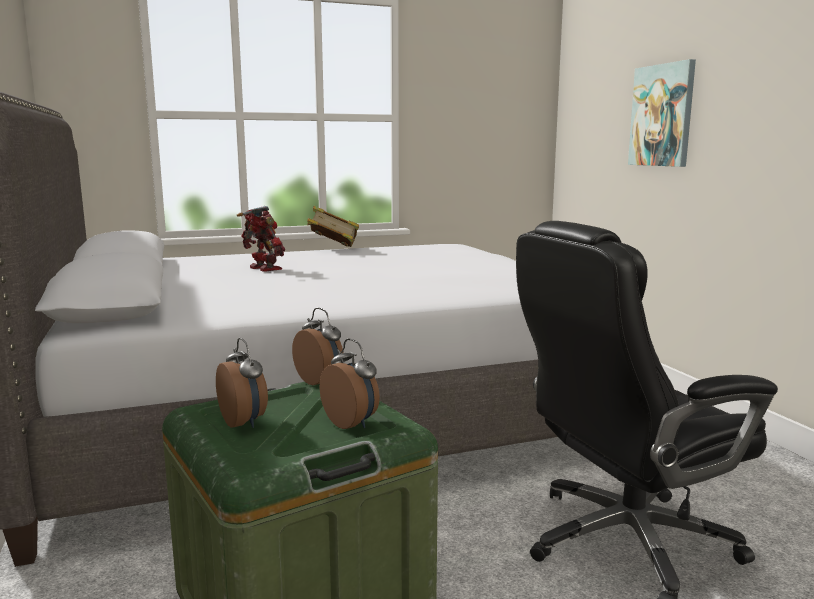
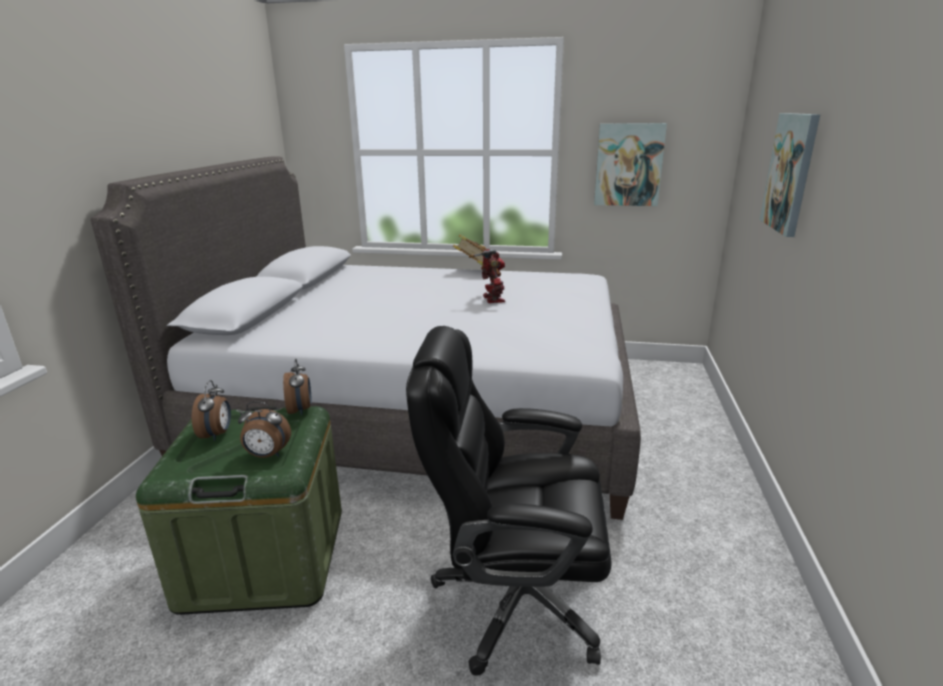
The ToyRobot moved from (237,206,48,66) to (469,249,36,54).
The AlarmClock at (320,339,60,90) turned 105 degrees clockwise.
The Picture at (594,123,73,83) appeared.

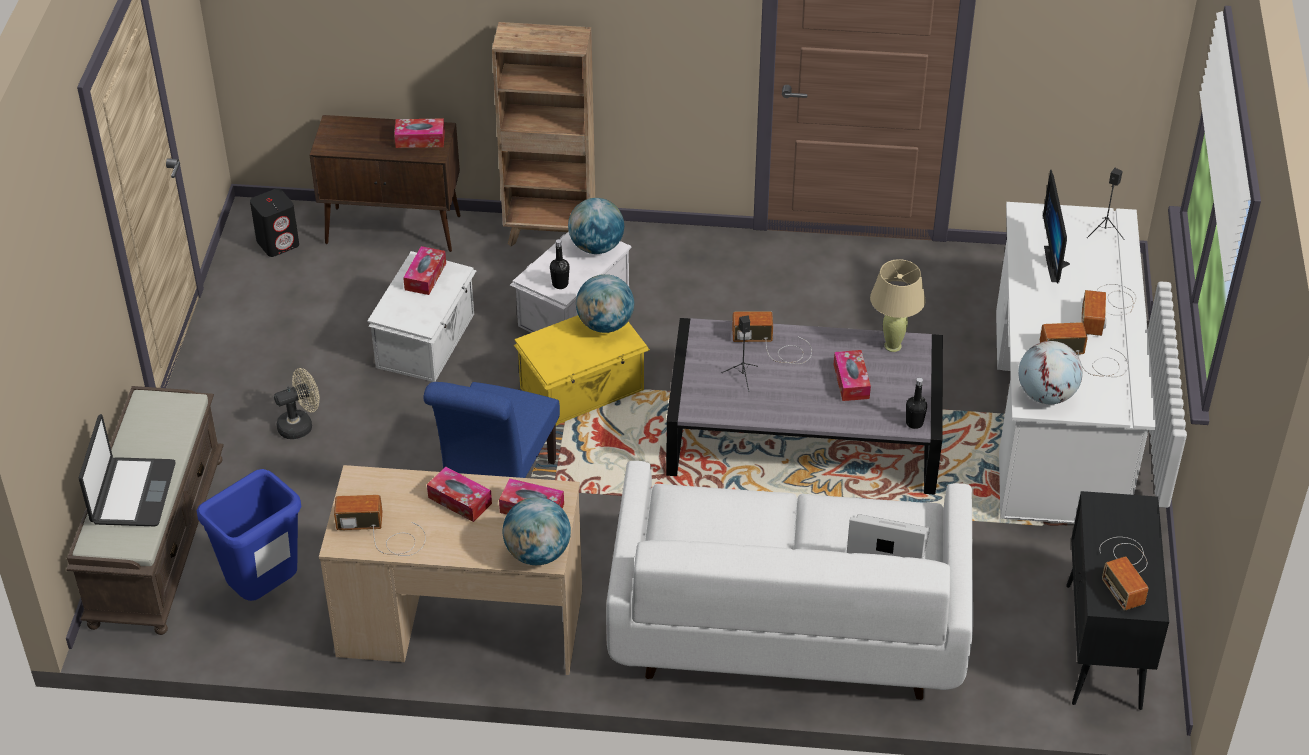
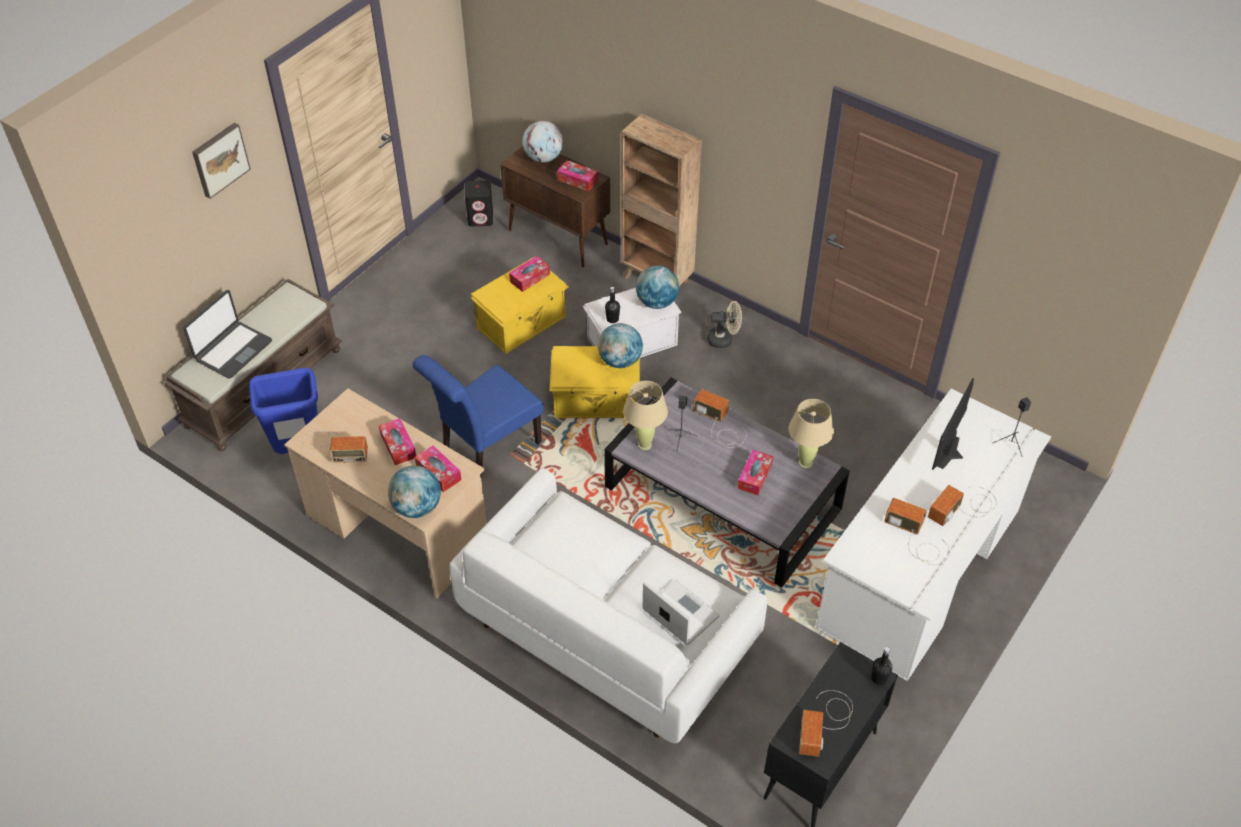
The BeigeFan moved from (274,368,46,71) to (707,301,35,47).
The Radio at (334,495,92,61) turned 150 degrees clockwise.
The WhiteStorageBox at (367,251,110,131) became the YellowStorageBox at (471,257,98,97).
The BlackBottle moved from (906,377,21,52) to (871,647,21,38).
The Globe moved from (1018,341,65,63) to (523,121,40,41).
The Picture at (192,123,59,76) appeared.
The BeigeTableLamp at (623,381,45,69) appeared.

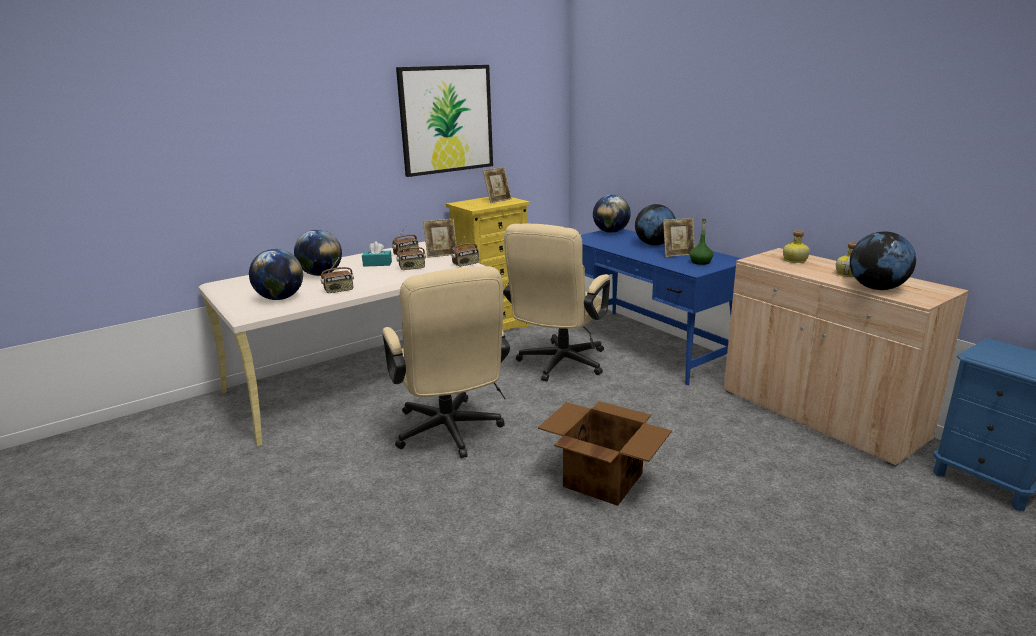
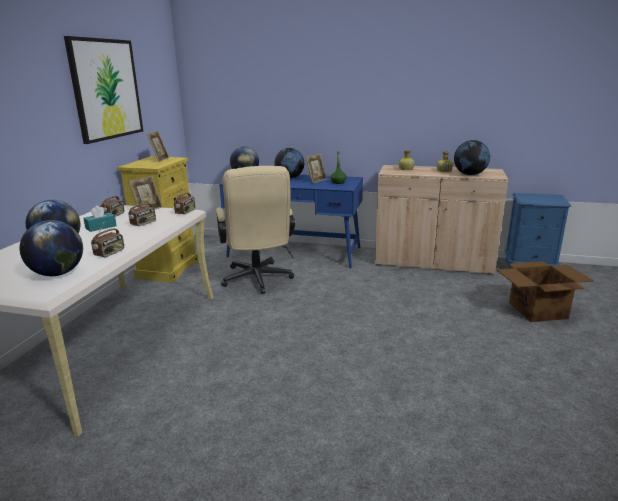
The BeigeOfficeChair at (382,266,128,192) disappeared.
The CardboardBox moved from (538,401,134,105) to (497,261,97,61).

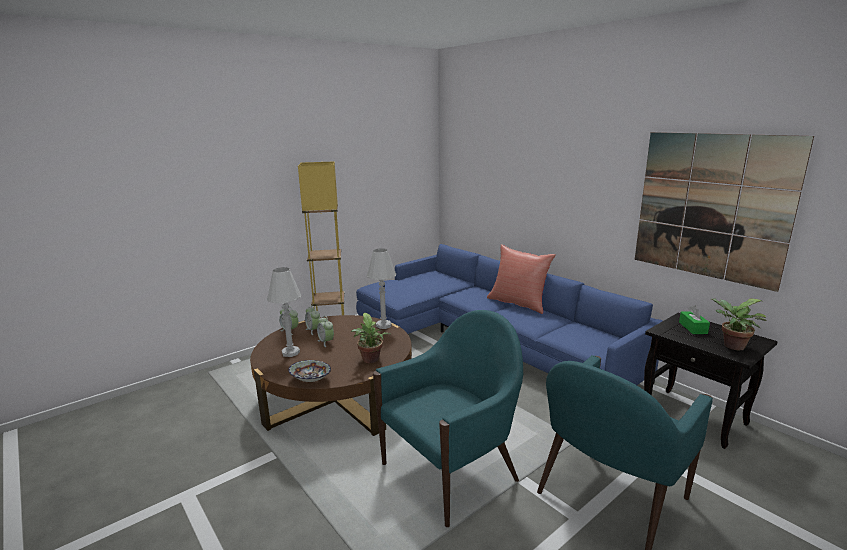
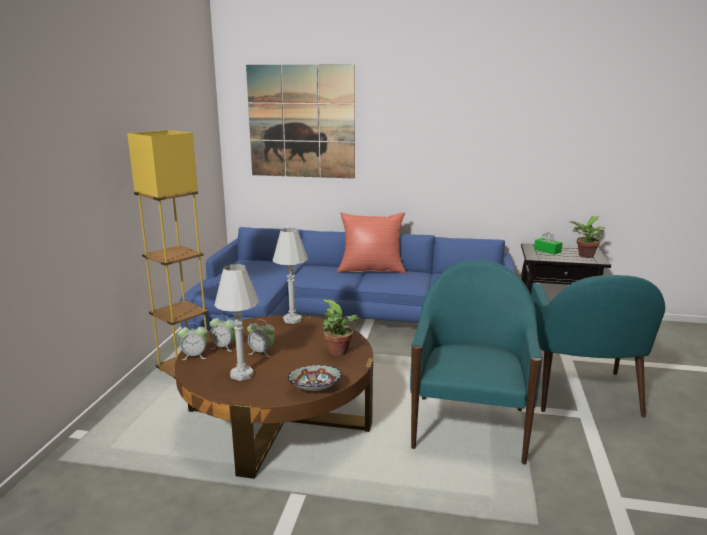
The Picture moved from (635,132,179,160) to (246,65,109,114).

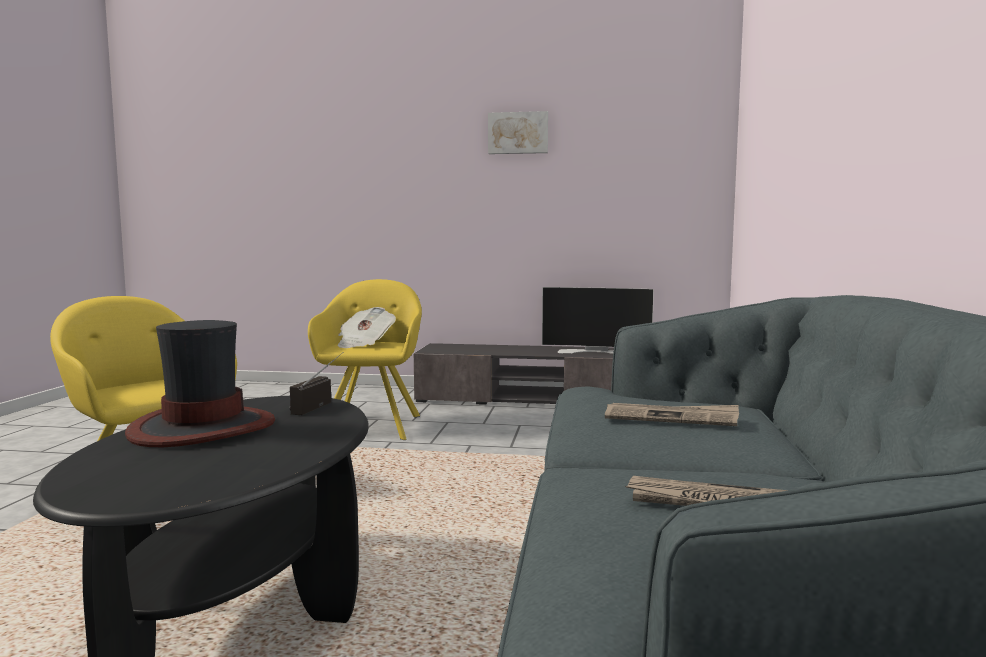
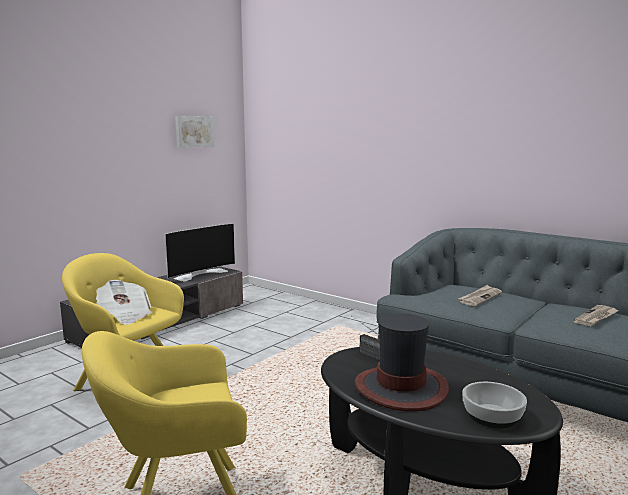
The Picture moved from (488,111,60,43) to (175,116,39,32).
The Bowl at (462,382,65,46) appeared.

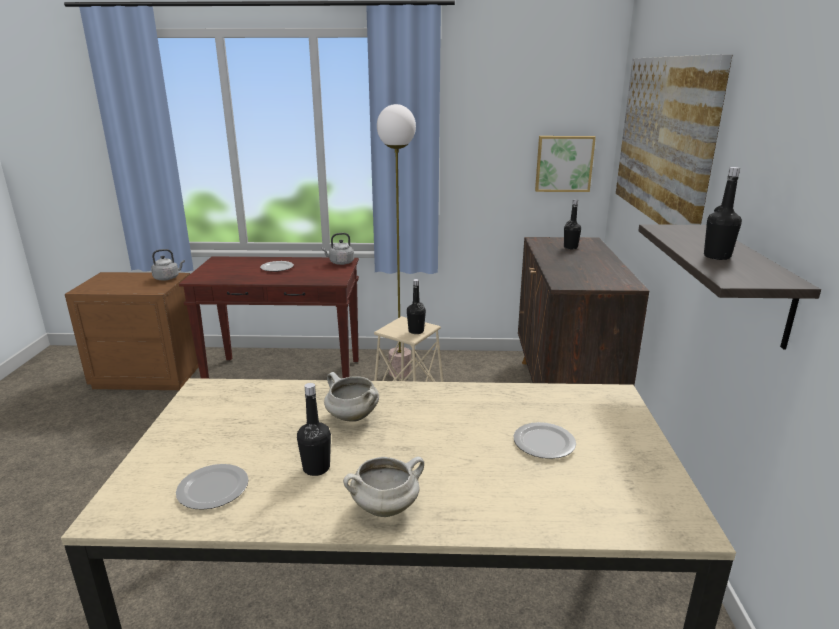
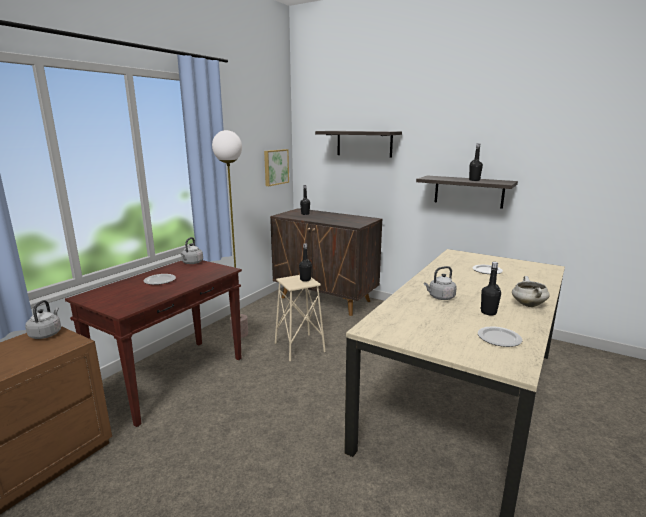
The WhiteCookingPot at (324,372,55,50) was replaced by the GreyKettle at (424,266,33,34).
The Picture at (616,54,117,171) was replaced by the Shelf at (315,131,87,27).

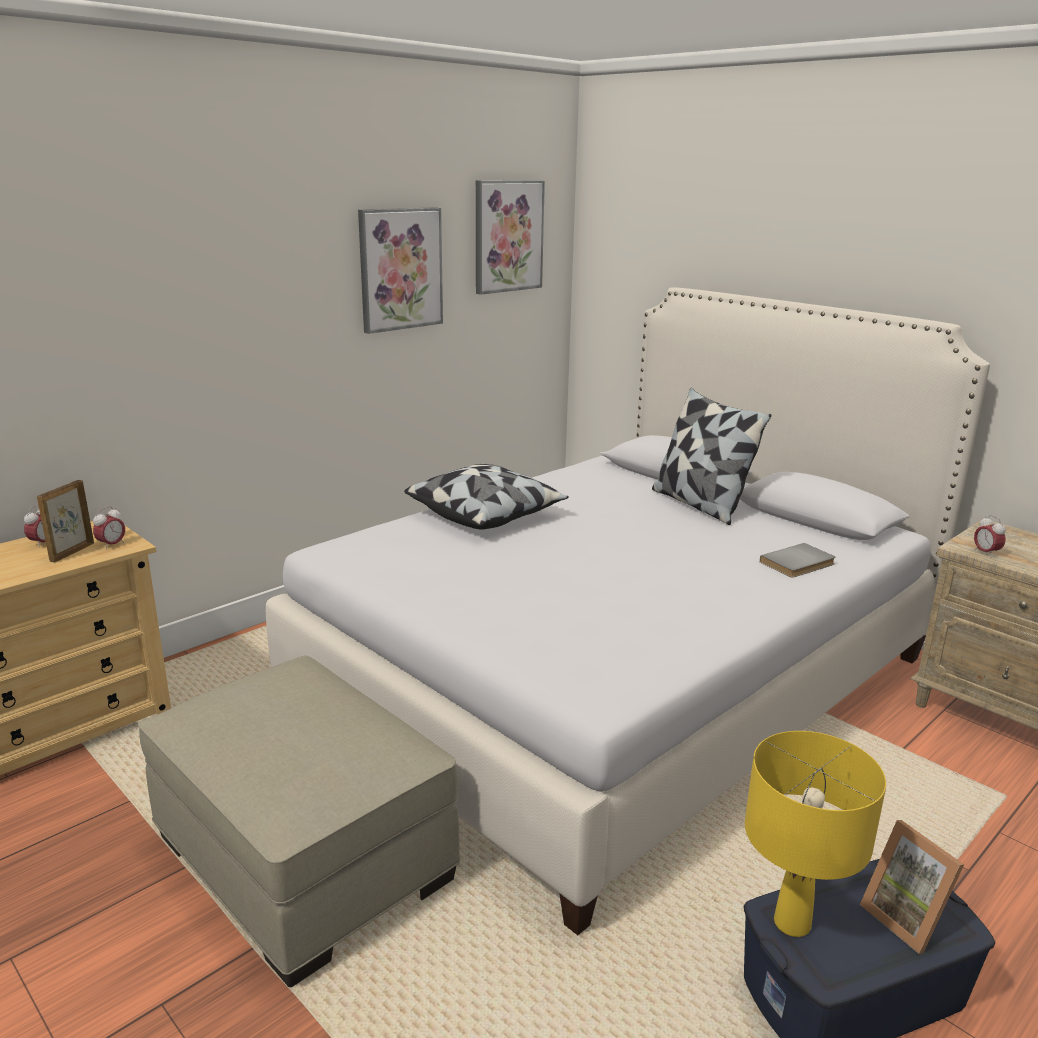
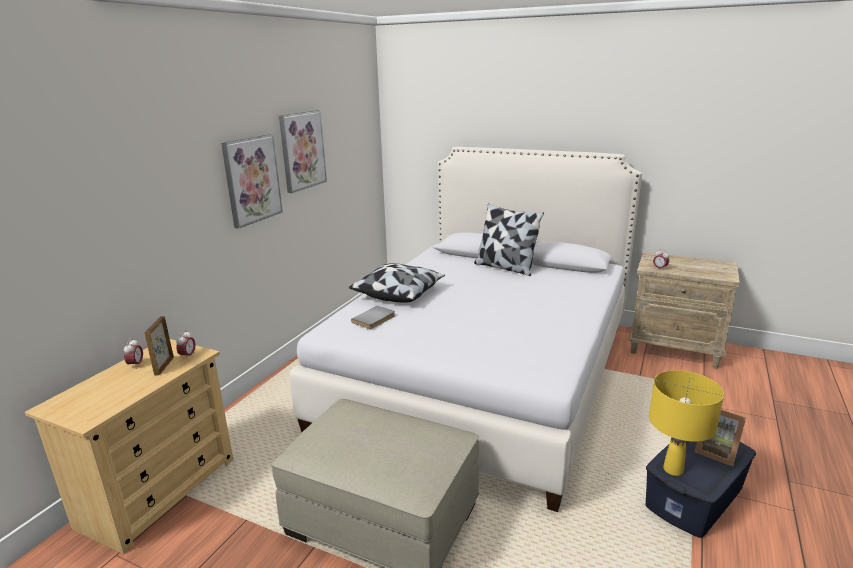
The Picture moved from (476,180,69,115) to (221,134,62,95).
The GreyBook moved from (760,543,75,35) to (351,306,44,23).

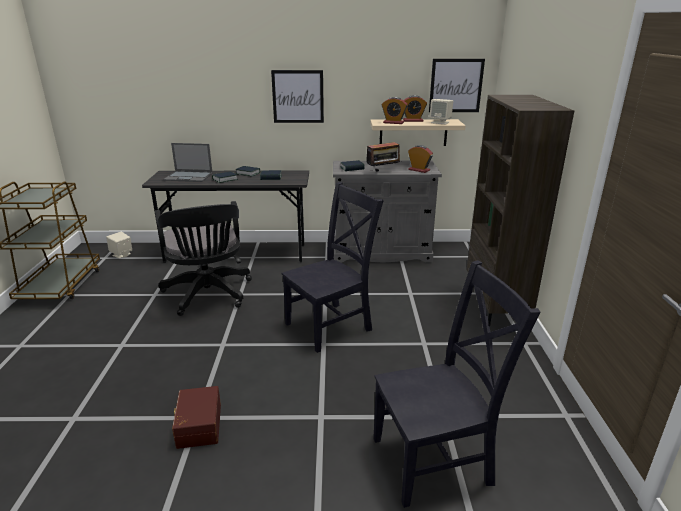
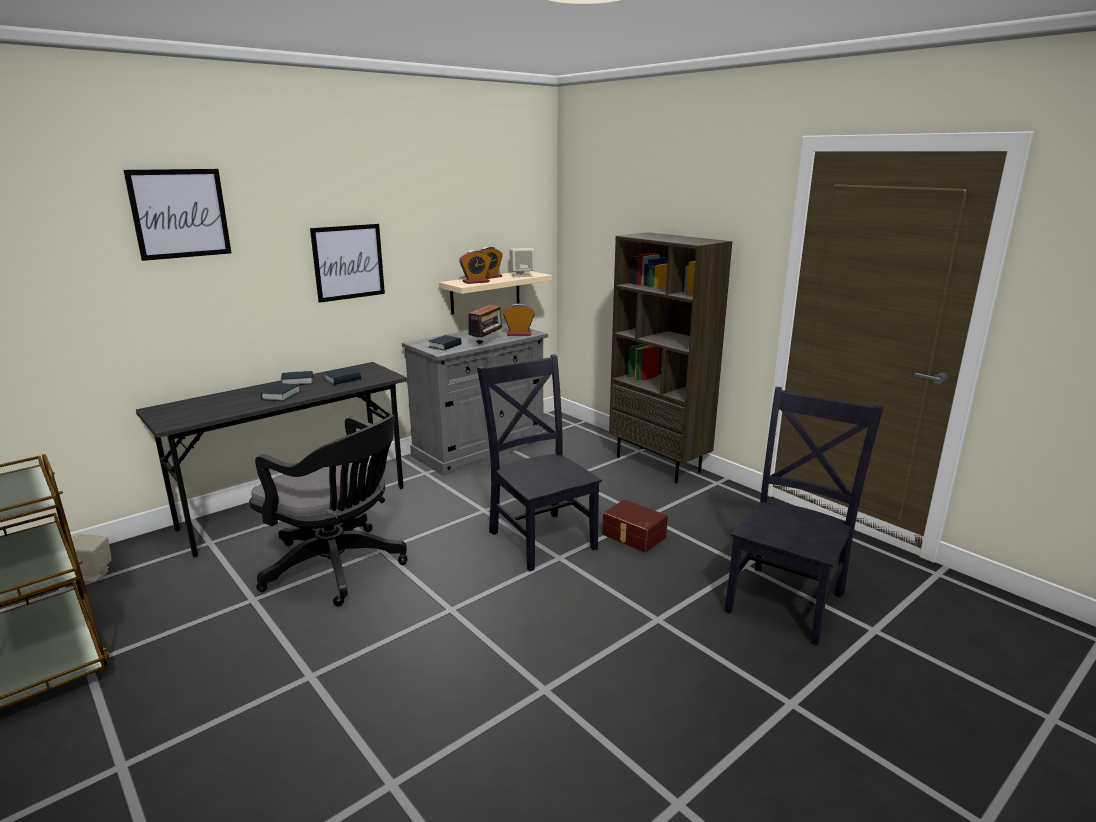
The Laptop at (164,143,49,39) disappeared.
The BrownStorageBox moved from (172,386,49,63) to (602,500,66,53).
The BlackChair at (282,182,102,171) turned 45 degrees counterclockwise.
The Picture moved from (429,59,56,53) to (123,169,108,92).

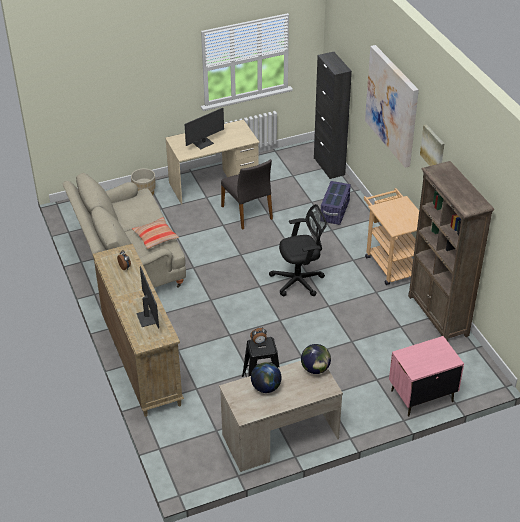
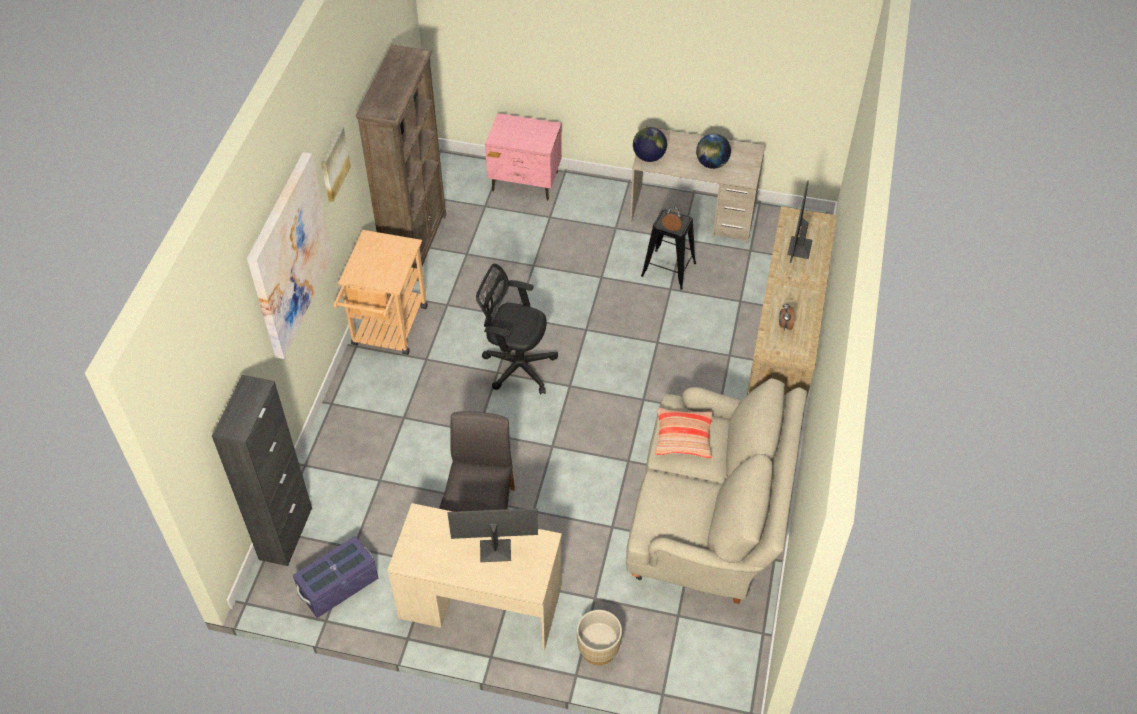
The PurpleStorageBox moved from (321,181,30,44) to (293,536,85,82).

